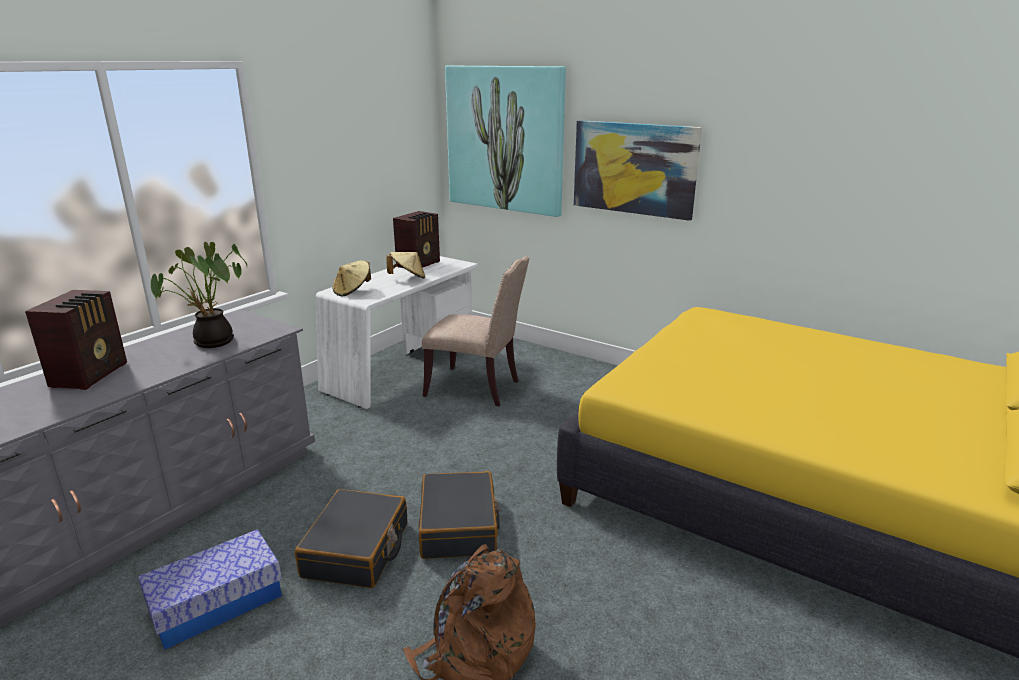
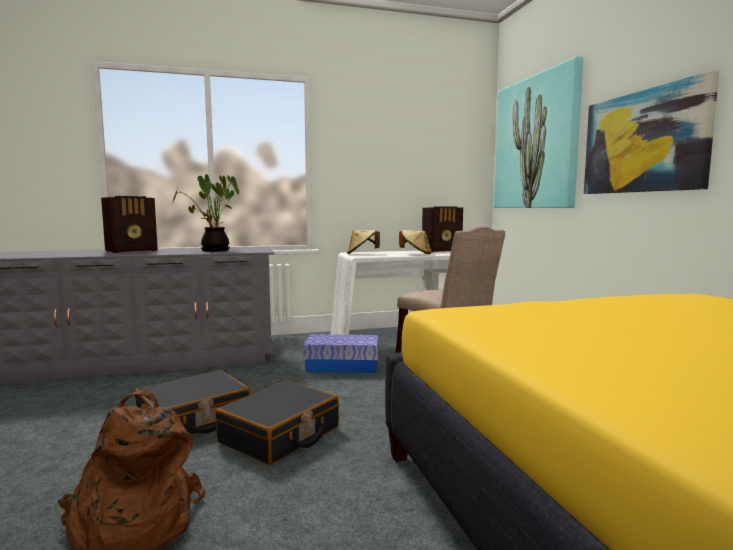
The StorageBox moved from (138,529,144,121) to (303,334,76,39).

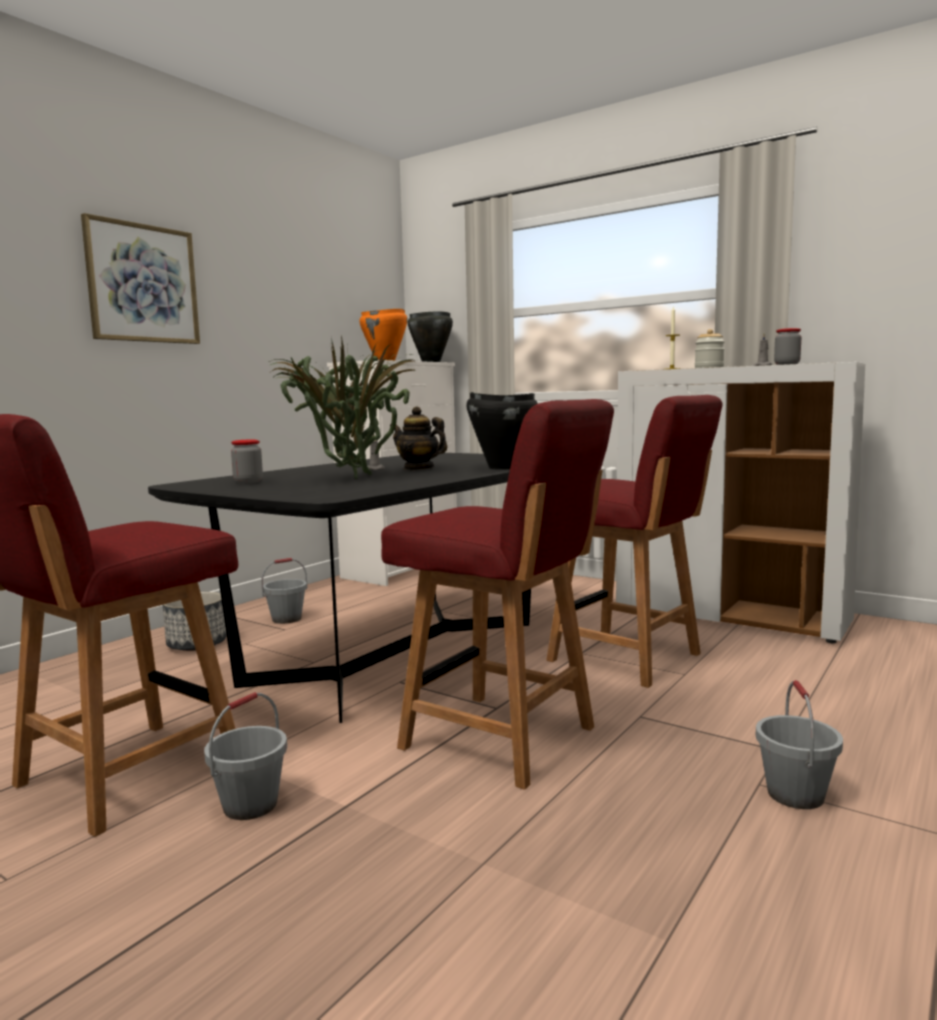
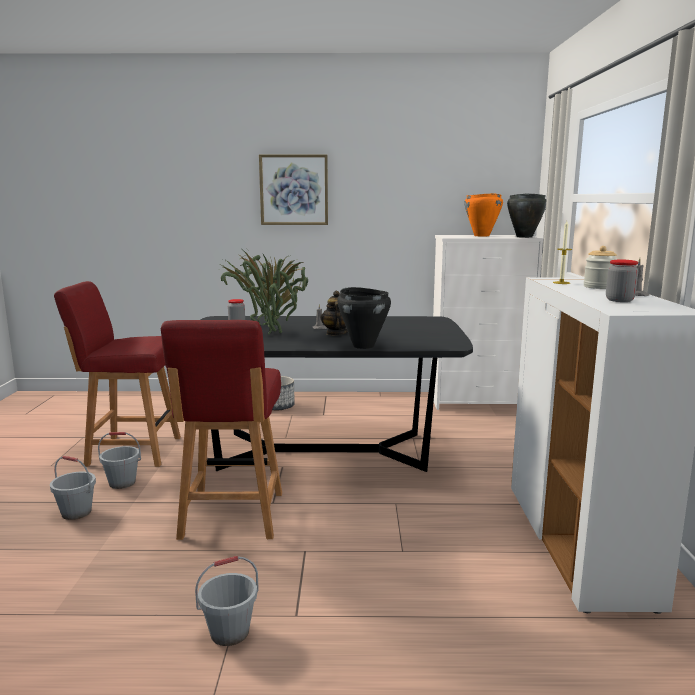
The GreyBucket moved from (261,558,46,66) to (50,456,46,64).
The RedChair at (546,395,177,293) disappeared.

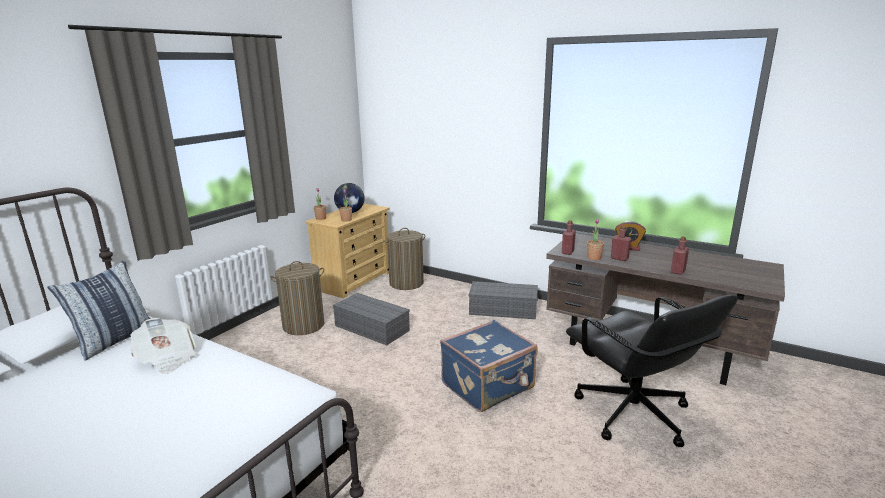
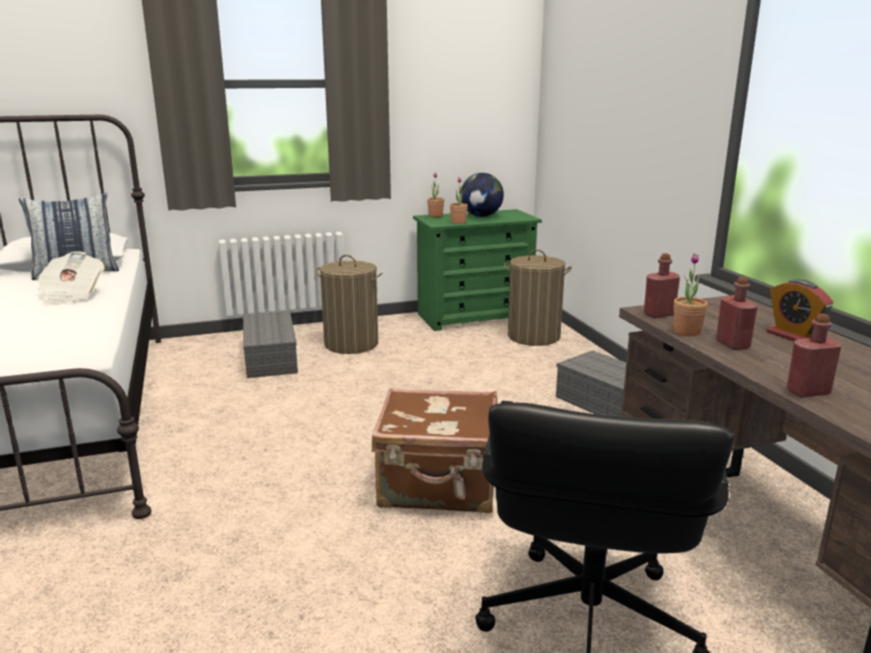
The BeigeDresser at (305,204,85,95) became the GreenDresser at (413,209,129,122).
The GreyStorageBox moved from (333,293,77,52) to (243,311,55,67).
The BlueSuitcase at (440,320,98,92) became the BrownSuitcase at (372,388,125,125).

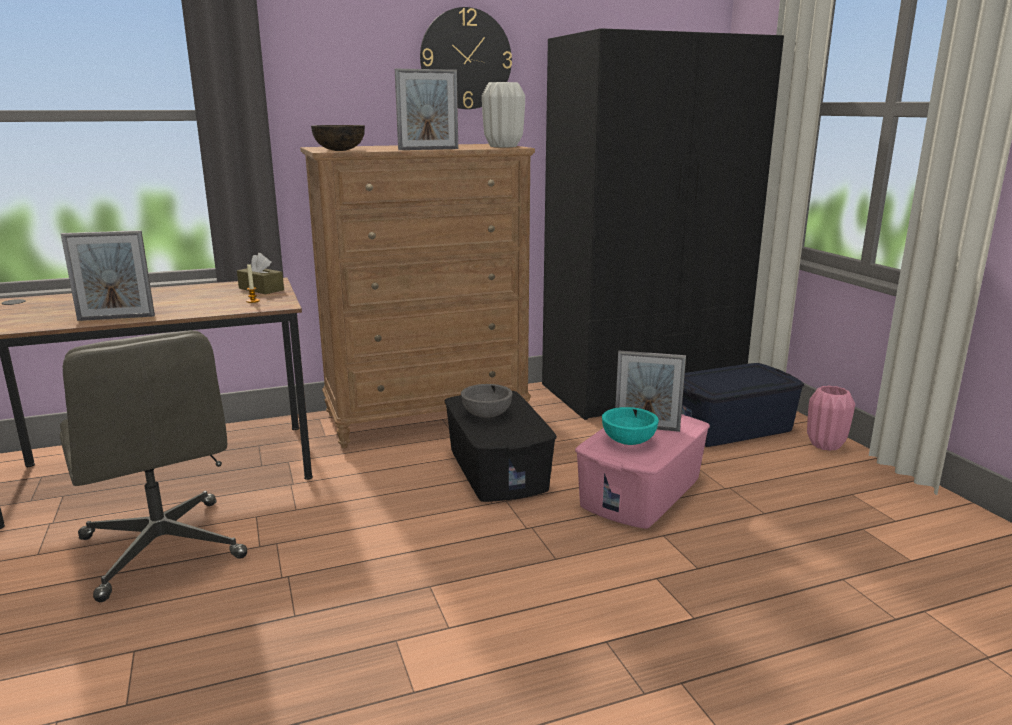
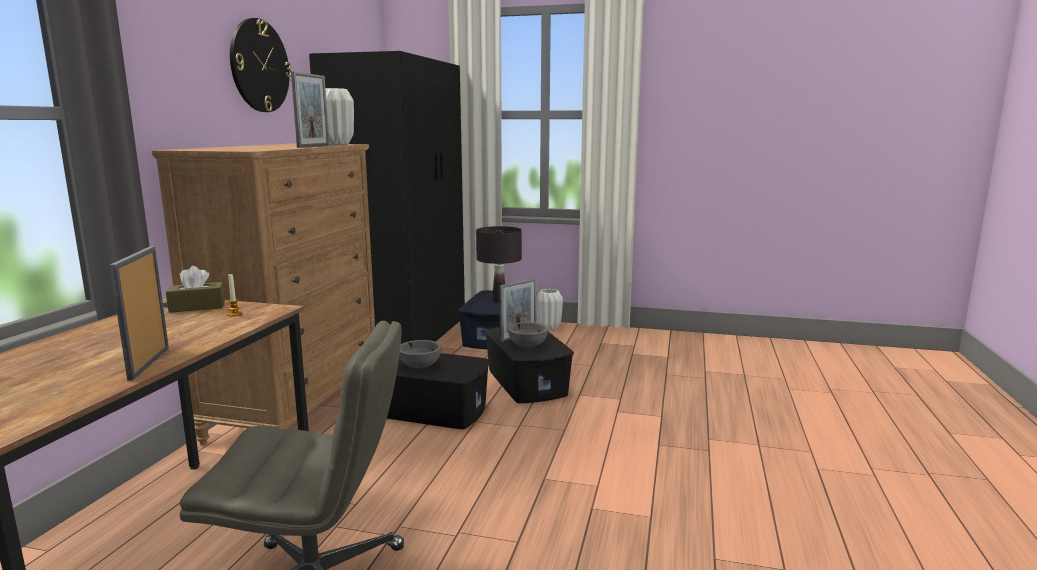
The PictureFrame at (61,230,94,91) turned 150 degrees clockwise.
The BrownBowl at (311,125,54,26) disappeared.
The PinkStorageBox at (575,414,135,115) became the BlackStorageBox at (485,327,89,76).
The TurquoiseBowl at (602,407,57,38) became the GreyBowl at (508,322,40,25).
The PinkVase at (807,386,48,65) became the WhiteVase at (537,289,26,41).
The BlackTableLamp at (476,226,46,77) appeared.

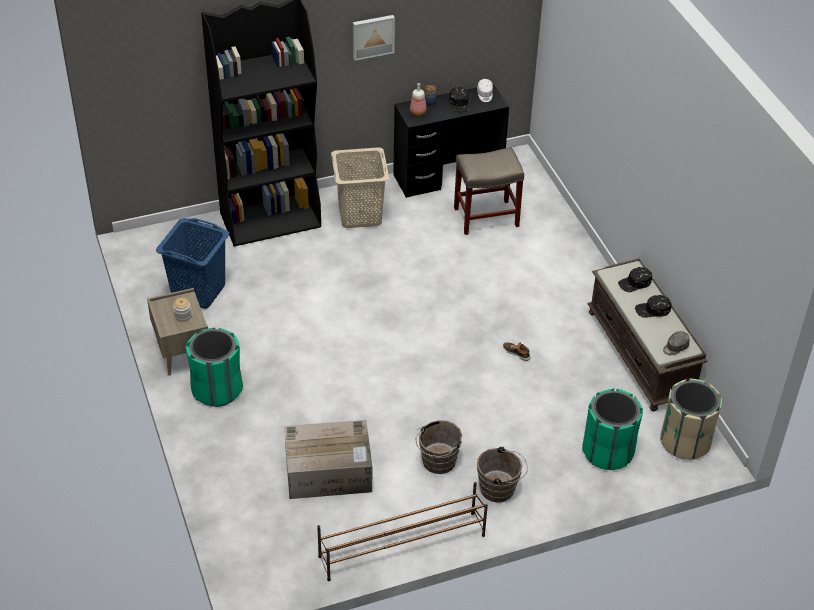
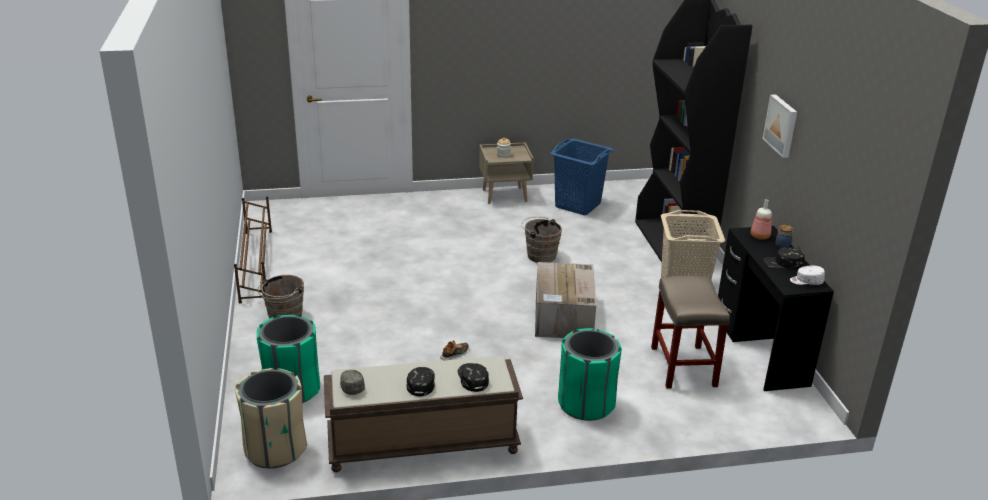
The GreenTrashCan moved from (186,327,57,80) to (558,328,64,93).
The CardboardBox moved from (284,420,88,79) to (535,262,61,76).
The BrownBucket moved from (416,420,46,54) to (521,217,41,46).

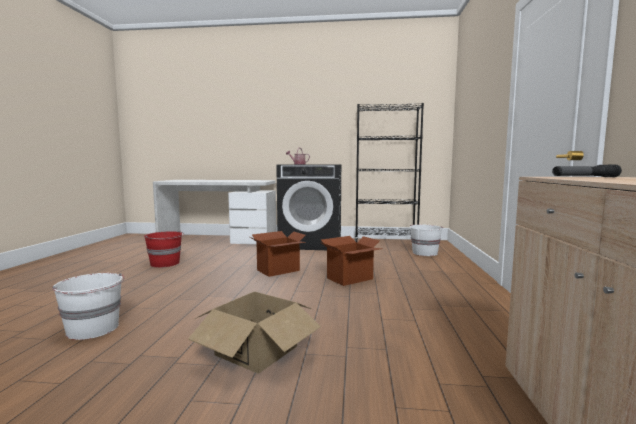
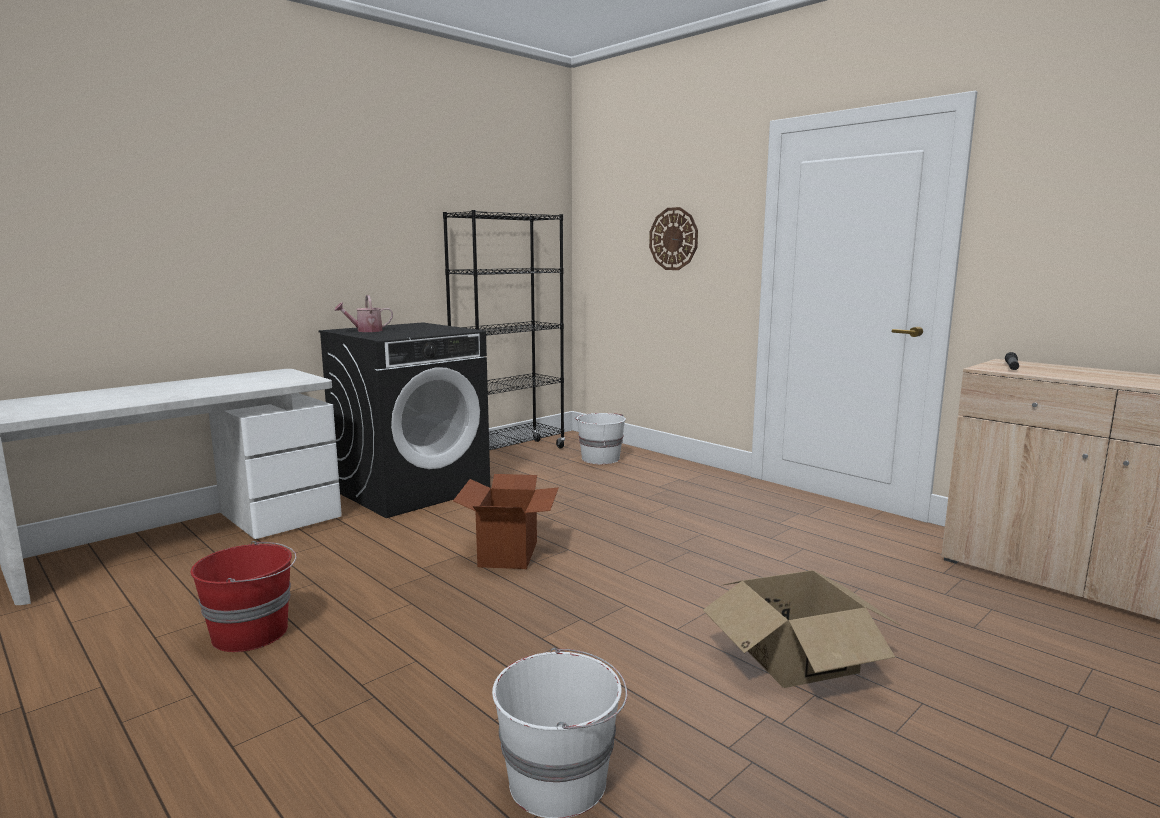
The CardboardBox at (320,236,63,50) disappeared.
The WallClock at (649,207,49,63) appeared.

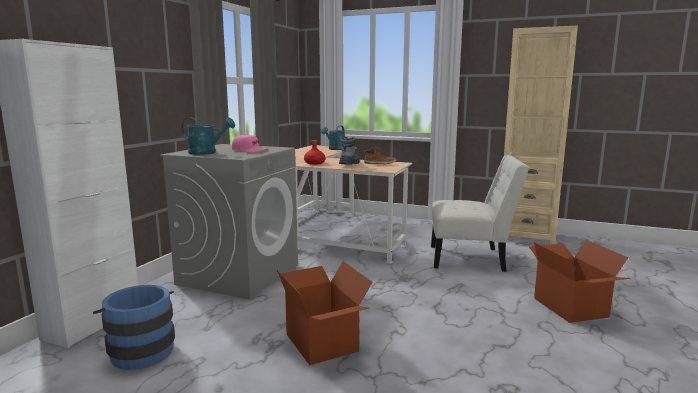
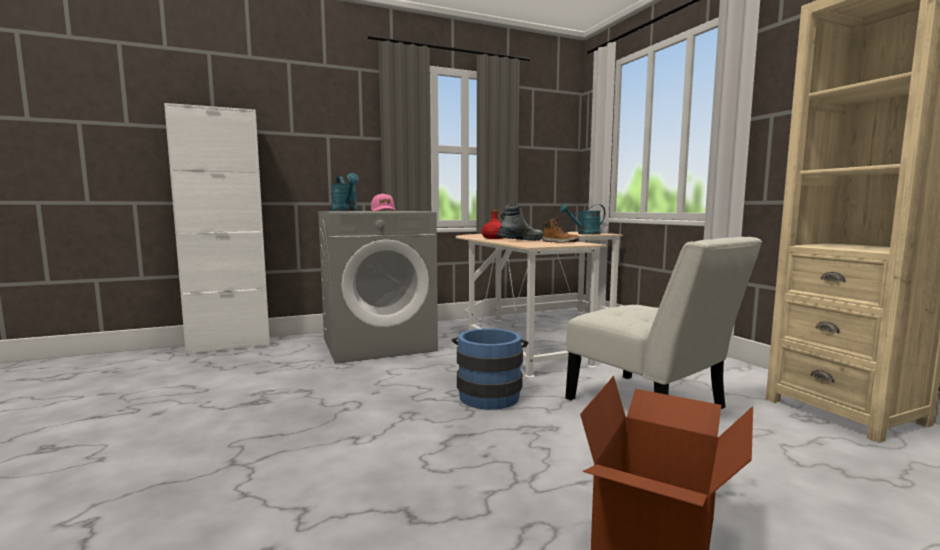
The BlueBucket moved from (93,285,82,85) to (451,328,77,82).
The CardboardBox at (277,261,95,104) disappeared.

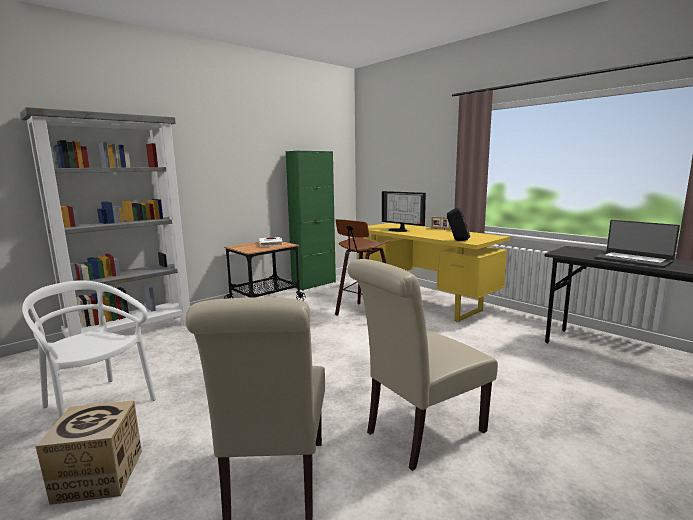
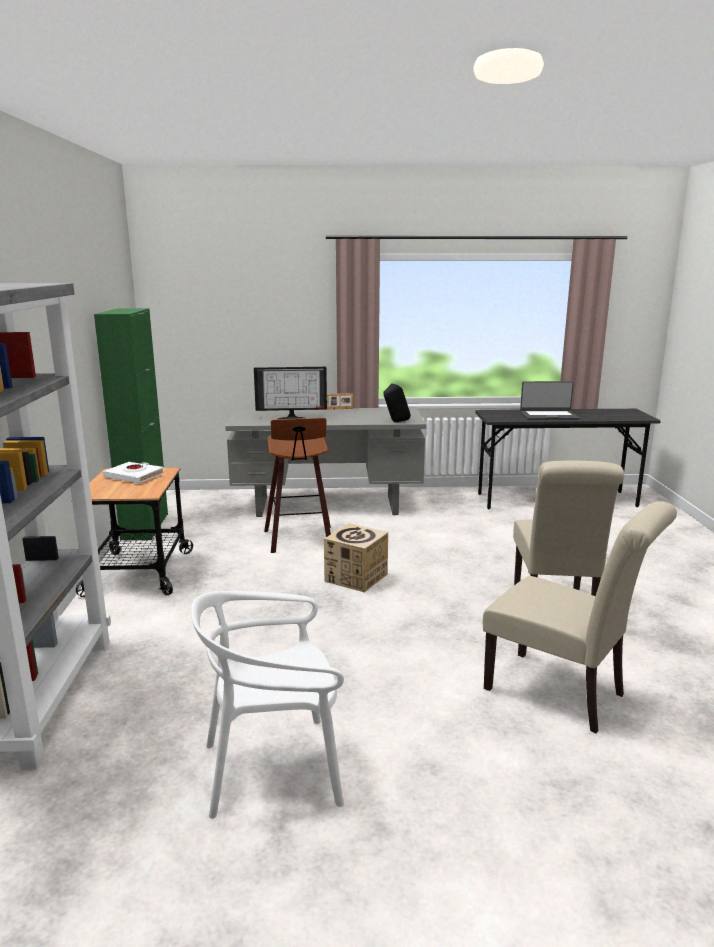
The CardboardBox moved from (35,401,107,104) to (324,523,64,69).
The YellowDesk at (358,223,152,99) became the GreyDesk at (225,408,201,109).

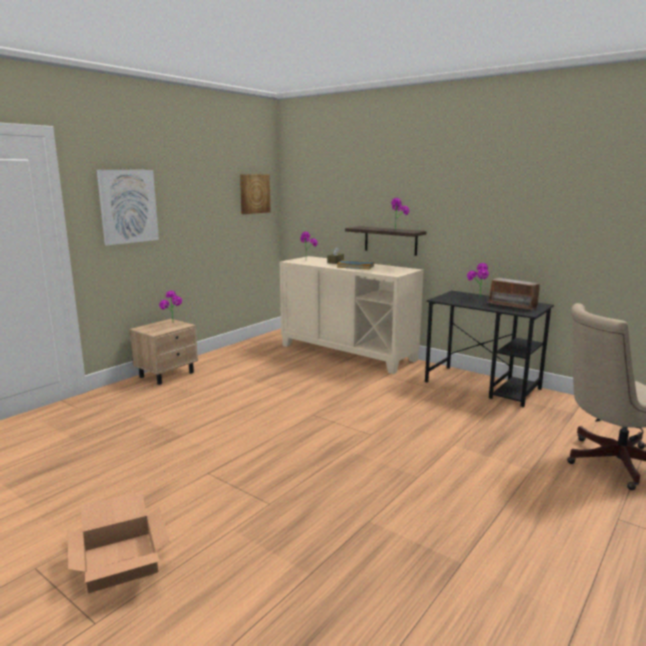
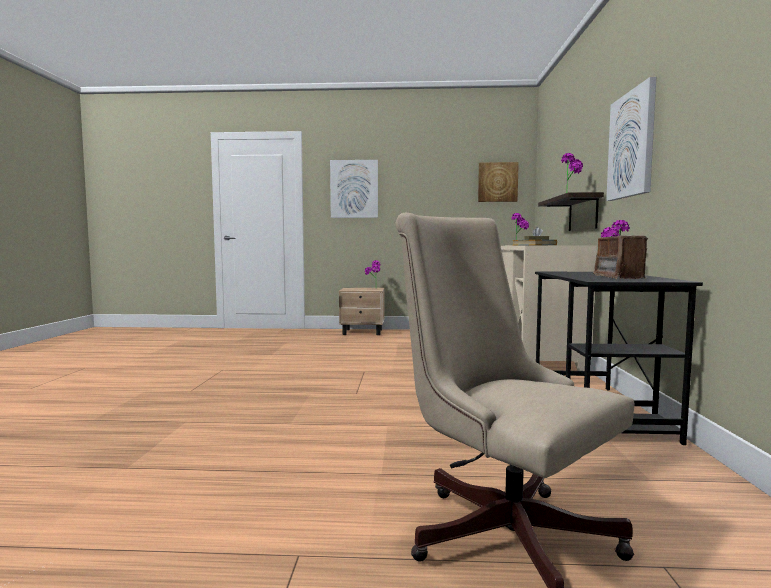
The CardboardBox at (68,491,101,102) disappeared.
The Picture at (606,77,50,124) appeared.

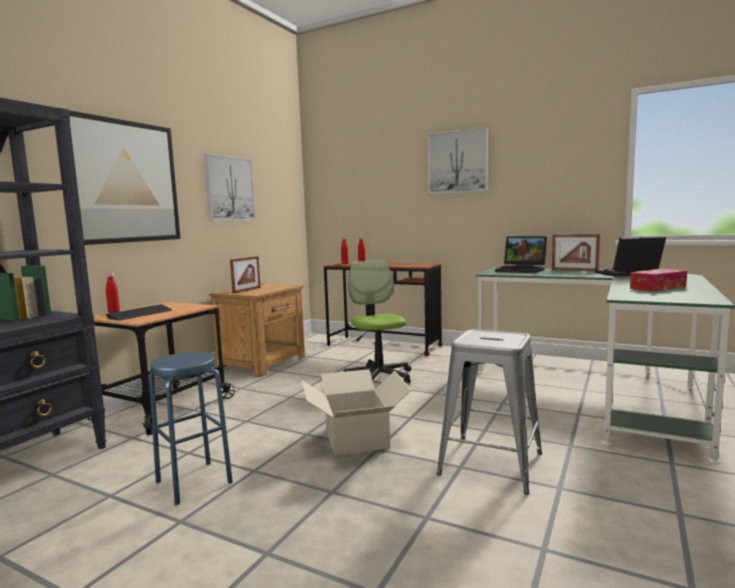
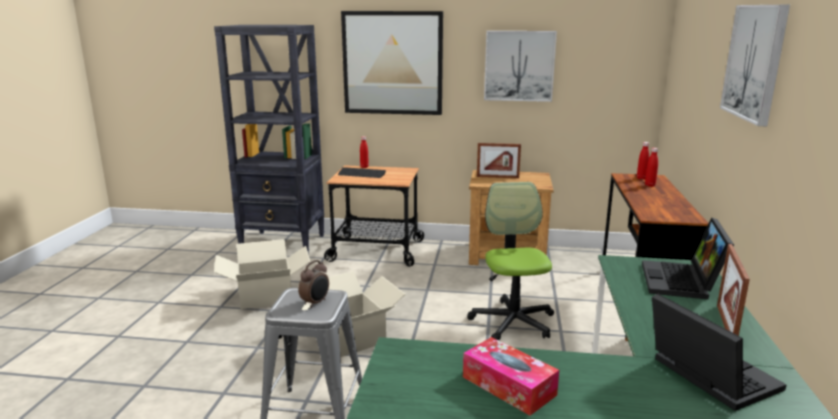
The BlueStool at (149,352,84,153) was replaced by the CardboardBox at (214,239,96,70).
The OfficeChair at (344,260,67,123) turned 60 degrees counterclockwise.
The AlarmClock at (298,260,31,48) appeared.

